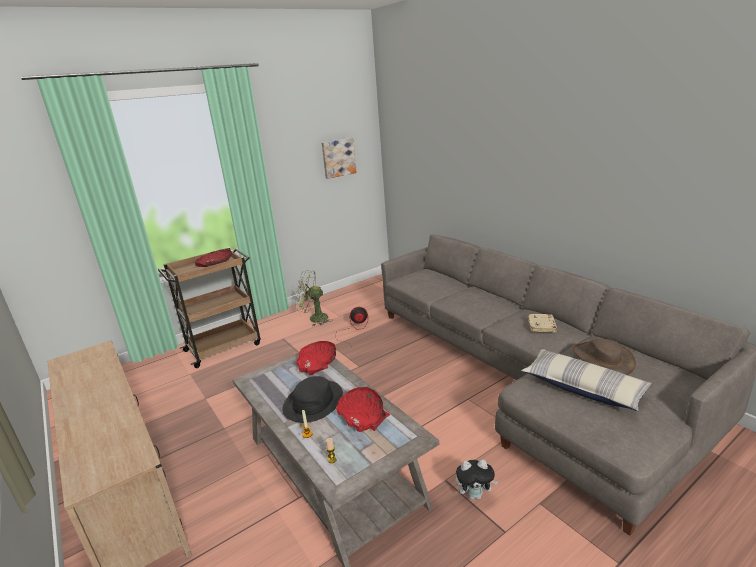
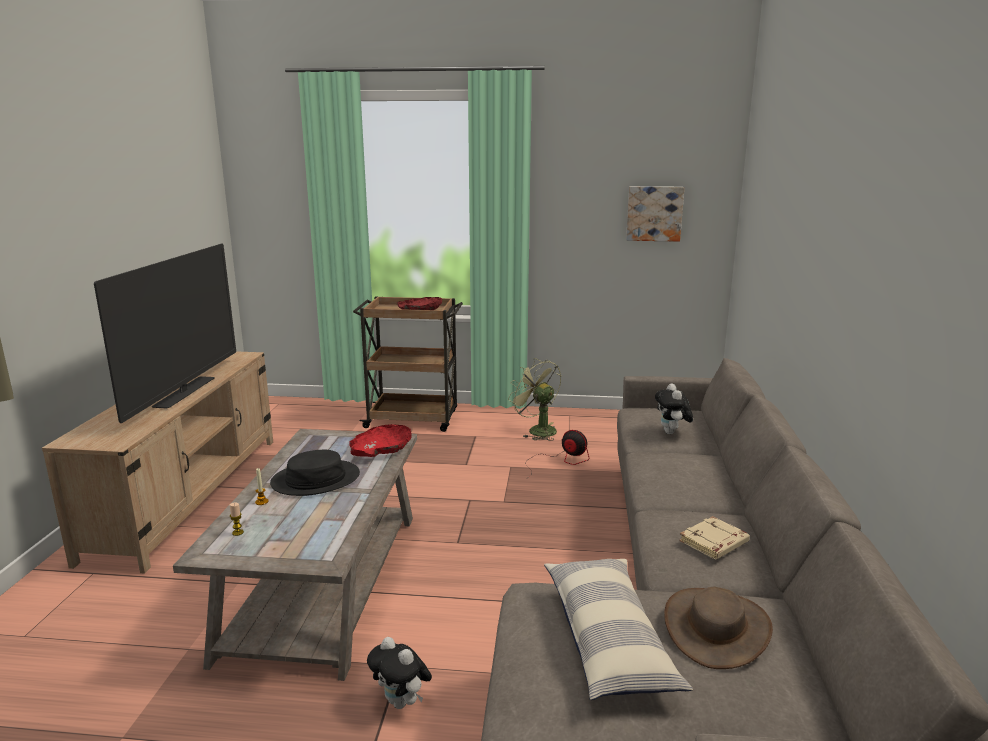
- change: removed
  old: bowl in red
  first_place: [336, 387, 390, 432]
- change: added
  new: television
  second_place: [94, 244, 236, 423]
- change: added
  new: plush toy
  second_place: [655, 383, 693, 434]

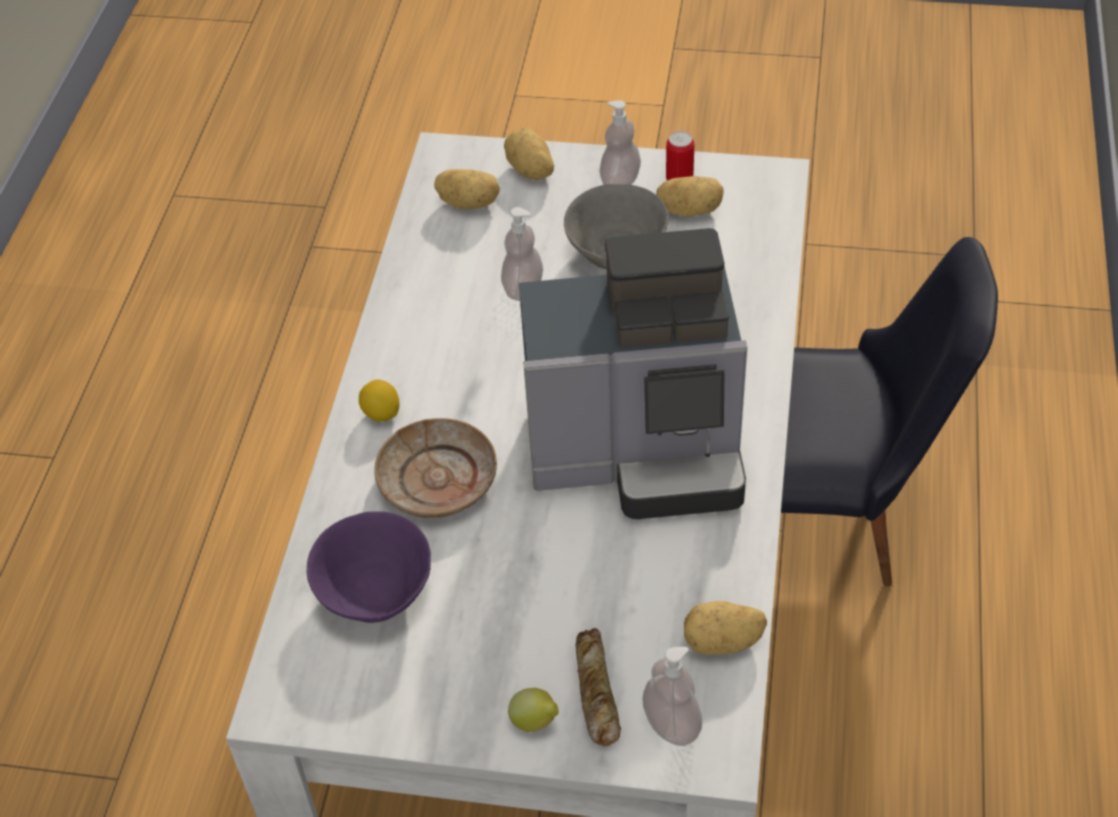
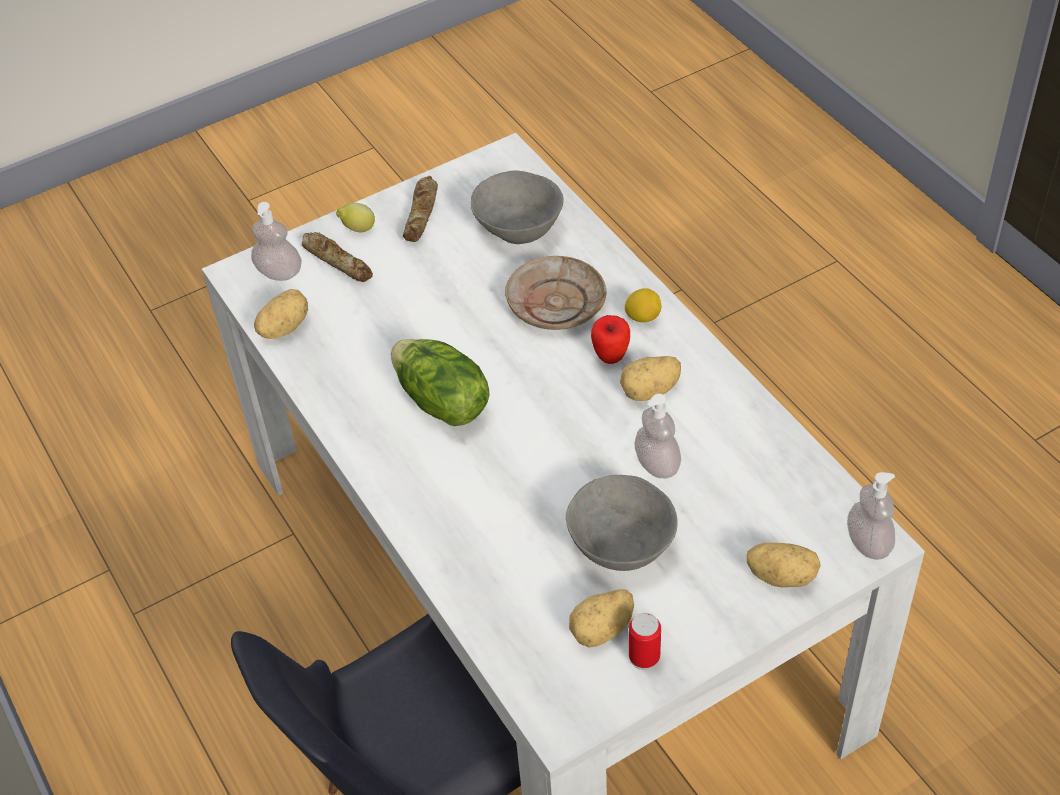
- change: added
  new: bread
  second_place: [403, 176, 438, 242]
- change: added
  new: apple
  second_place: [591, 315, 630, 364]
- change: moved
  old: potato
  first_place: [434, 169, 500, 209]
  second_place: [620, 356, 681, 401]
- change: moved
  old: soap dispenser
  first_place: [599, 100, 641, 185]
  second_place: [847, 472, 895, 560]
- change: replaced
  old: coffee machine
  new: lettuce
  first_place: [519, 228, 747, 519]
  second_place: [391, 339, 490, 426]
- change: recoloured
  old: bowl in purple
  new: bowl in grey
  first_place: [306, 511, 431, 623]
  second_place: [470, 170, 564, 244]

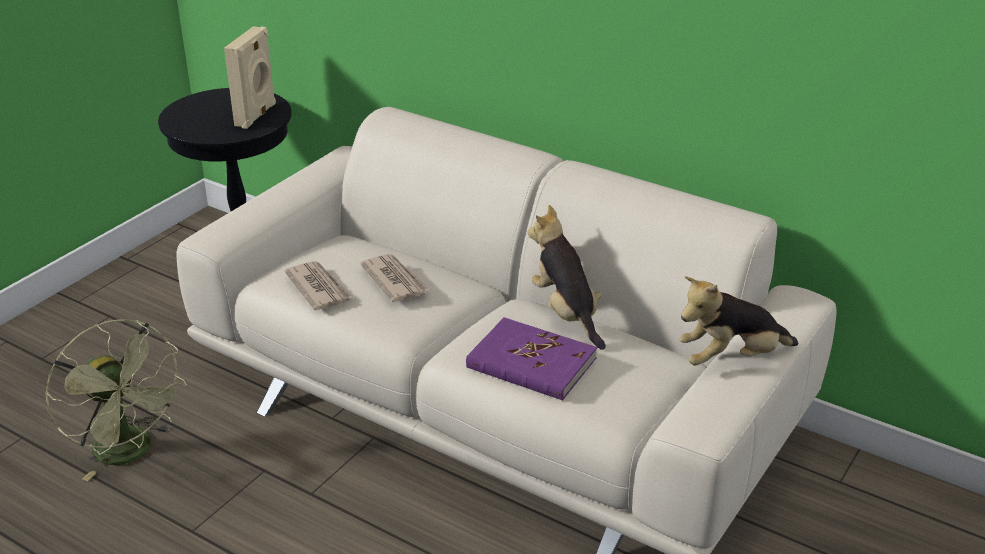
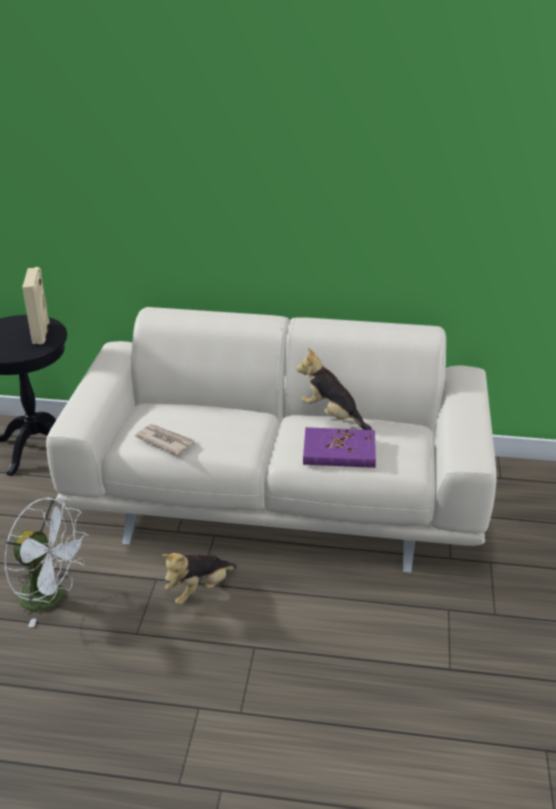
- change: removed
  old: newspaper
  first_place: [360, 254, 430, 302]
- change: moved
  old: plush toy
  first_place: [679, 276, 799, 366]
  second_place: [162, 553, 237, 605]
- change: recoloured
  old: fan in green
  new: fan in white
  first_place: [45, 319, 187, 481]
  second_place: [4, 497, 89, 627]

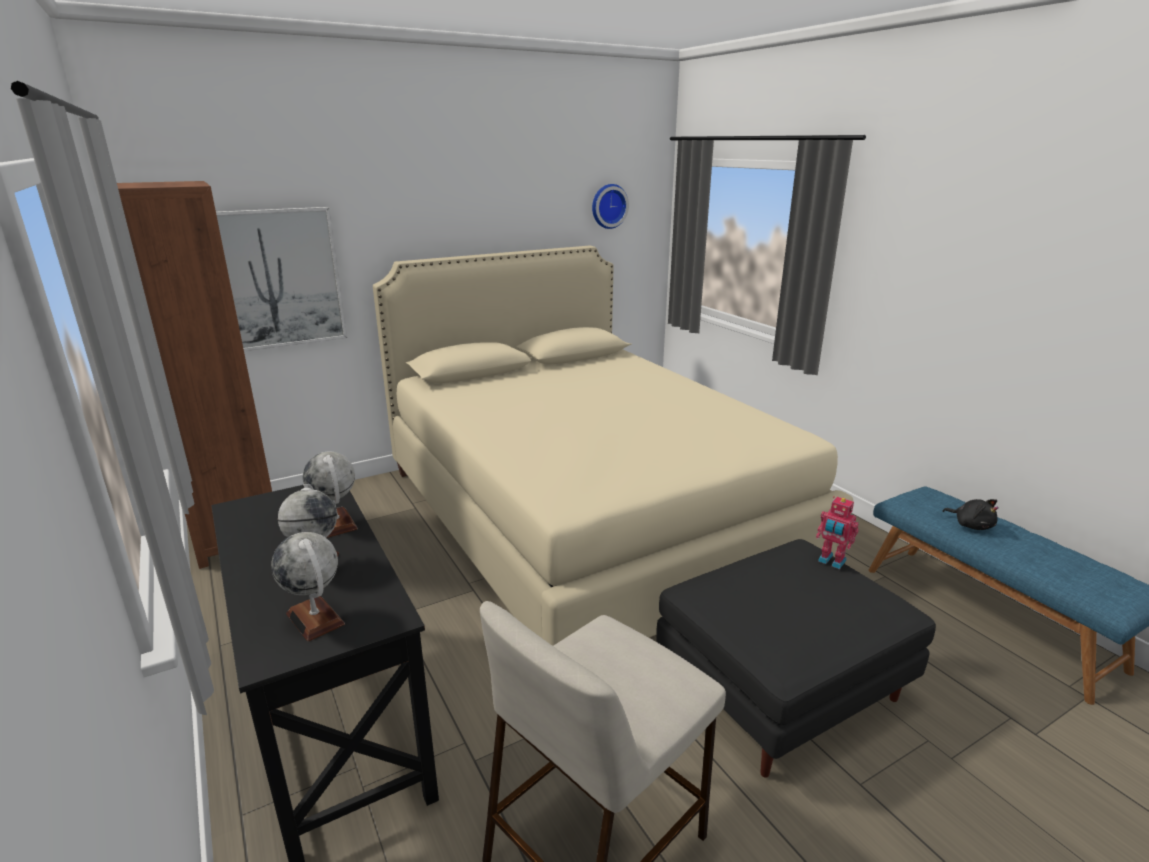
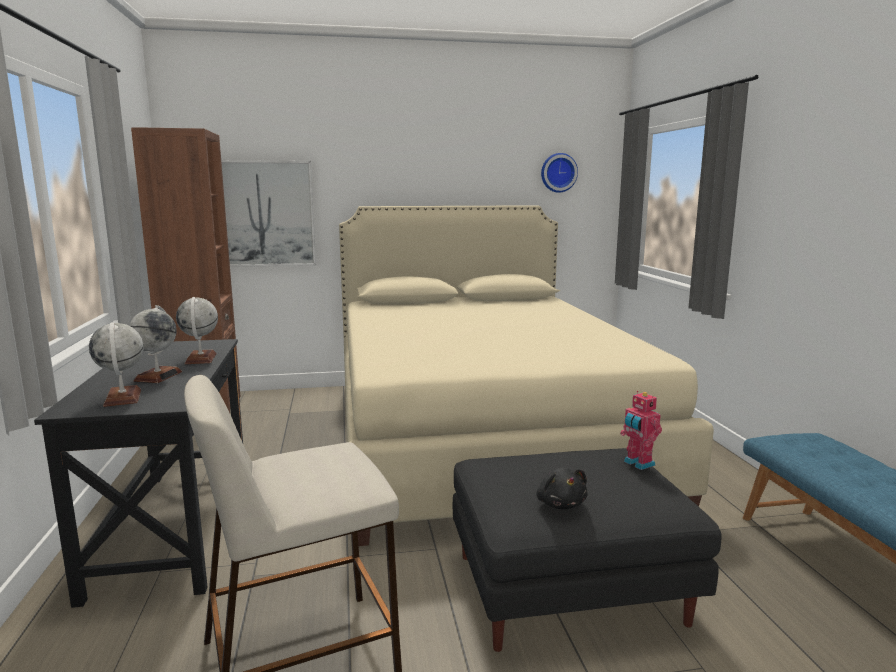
- change: moved
  old: plush toy in black
  first_place: [943, 499, 999, 530]
  second_place: [537, 467, 588, 510]

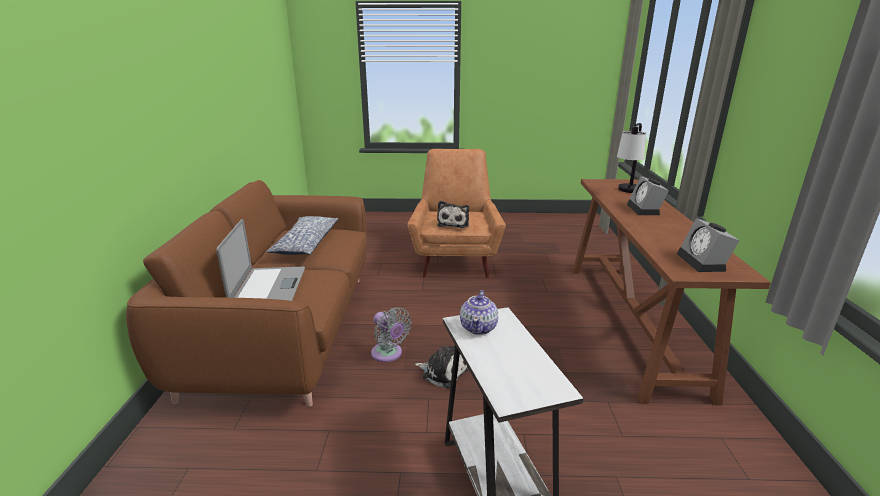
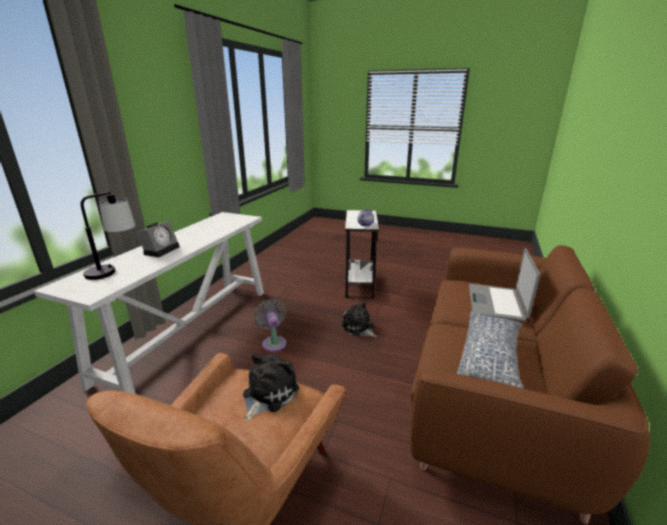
- change: removed
  old: alarm clock
  first_place: [677, 218, 740, 272]
- change: moved
  old: fan in grey
  first_place: [371, 307, 412, 362]
  second_place: [253, 300, 286, 352]
- change: recoloured
  old: console table in brown
  new: console table in white
  first_place: [573, 179, 771, 405]
  second_place: [34, 212, 264, 394]

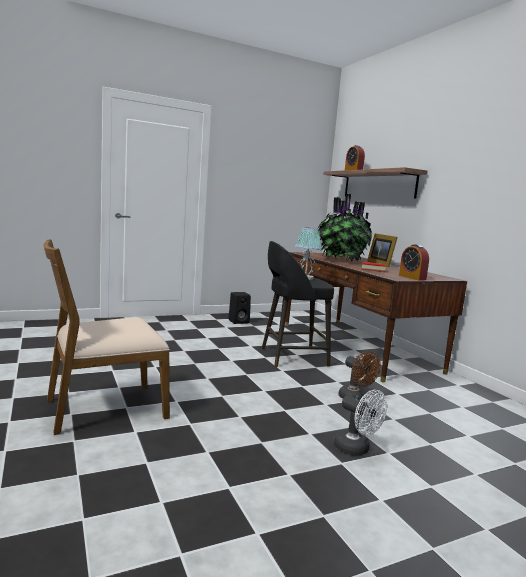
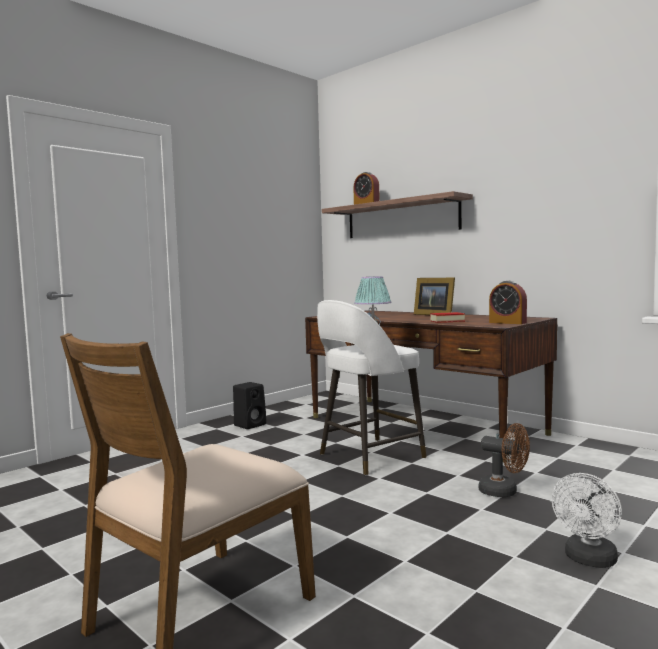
- change: removed
  old: potted plant
  first_place: [317, 194, 372, 262]
- change: recoloured
  old: stool in black
  new: stool in white
  first_place: [262, 241, 334, 367]
  second_place: [317, 300, 427, 476]
- change: turned
  old: fan in white
  first_place: [334, 390, 387, 456]
  second_place: [552, 473, 622, 568]
  degrees: 105

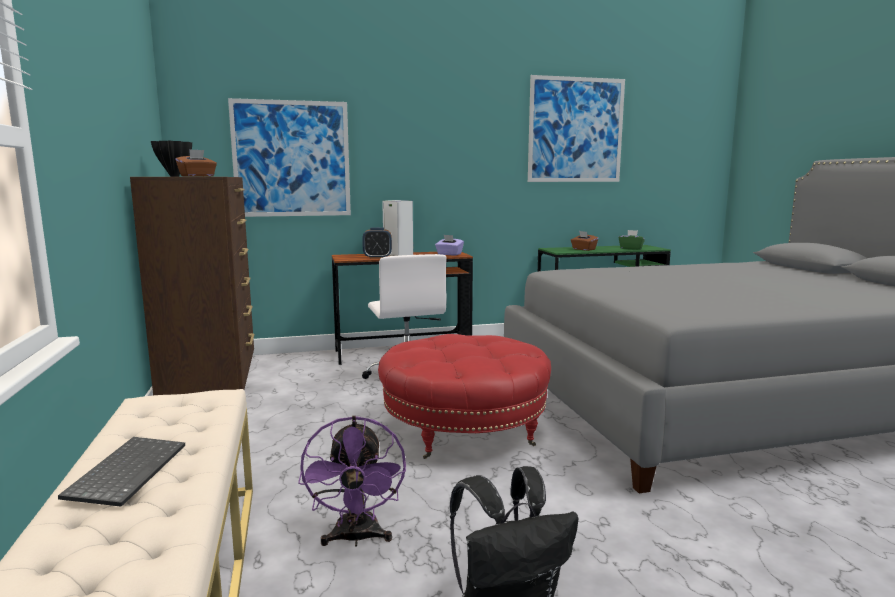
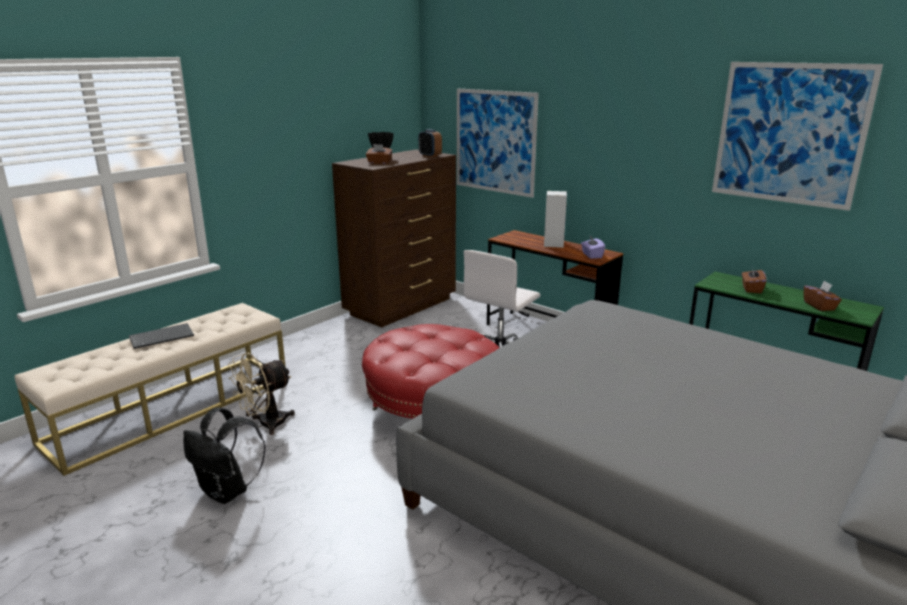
- change: moved
  old: alarm clock
  first_place: [362, 227, 392, 259]
  second_place: [418, 129, 442, 157]
- change: recoloured
  old: fan in purple
  new: fan in beige
  first_place: [298, 416, 406, 546]
  second_place: [228, 353, 295, 435]
- change: recoloured
  old: tissue box in green
  new: tissue box in brown
  first_place: [619, 230, 645, 250]
  second_place: [804, 281, 842, 311]

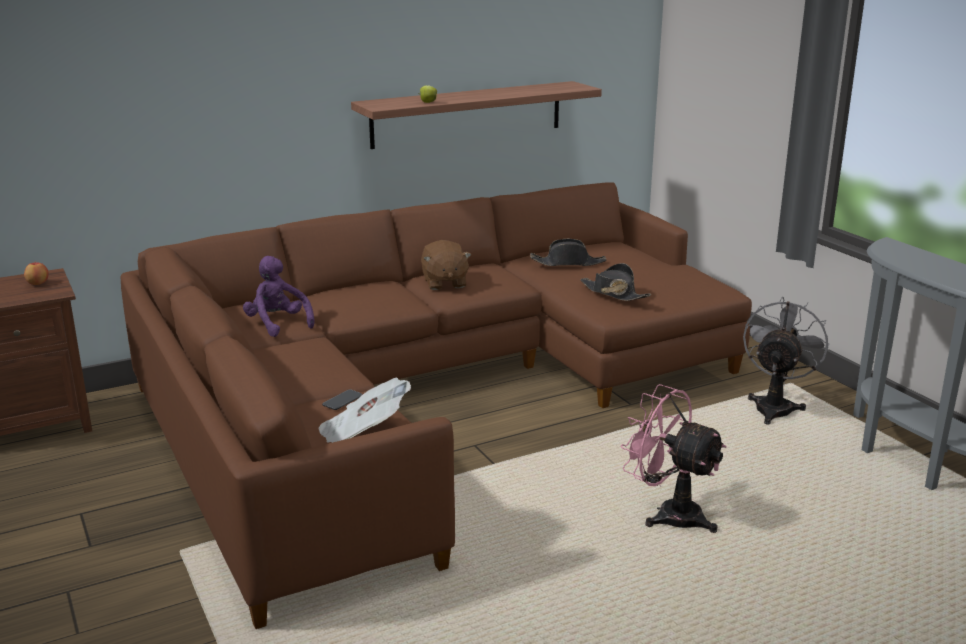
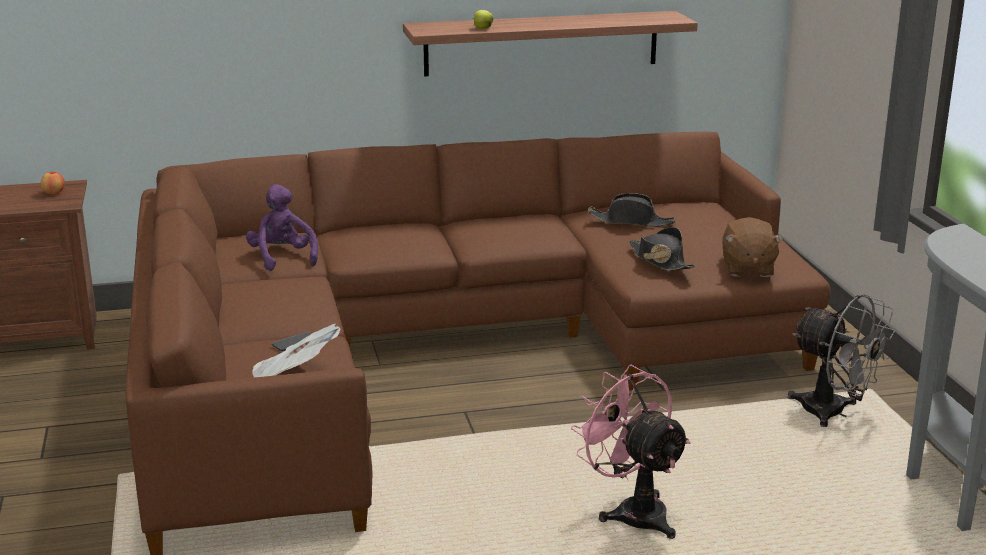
- change: moved
  old: plush toy in brown
  first_place: [421, 240, 471, 290]
  second_place: [722, 217, 784, 277]
- change: turned
  old: fan in grey
  first_place: [743, 297, 830, 425]
  second_place: [788, 294, 895, 427]
  degrees: 90

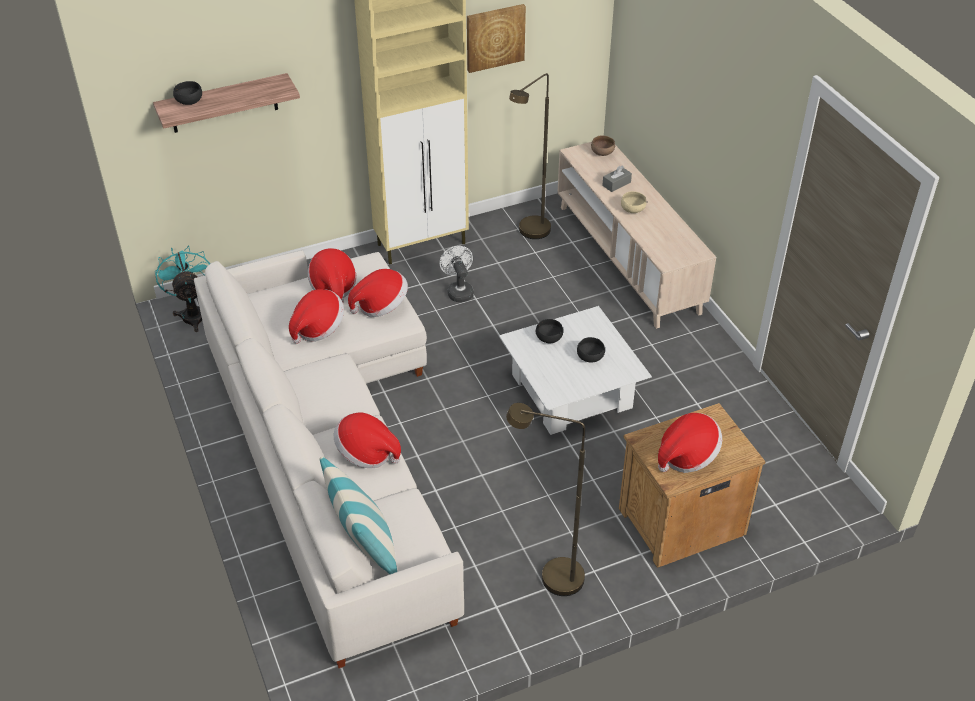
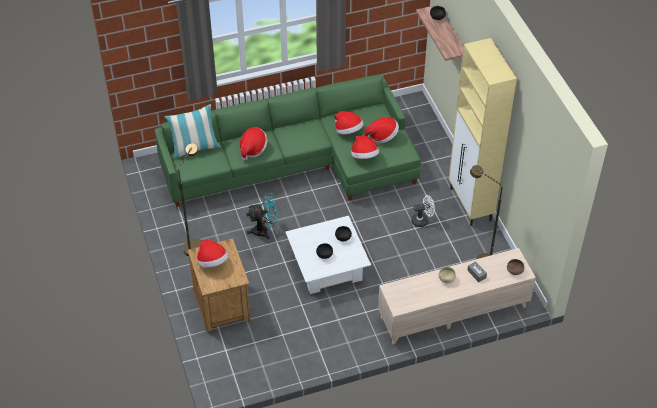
- change: removed
  old: picture
  first_place: [467, 4, 526, 73]
- change: moved
  old: fan in turquoise
  first_place: [155, 245, 211, 332]
  second_place: [246, 193, 278, 239]
- change: recoloured
  old: sofa in white
  new: sofa in green
  first_place: [194, 250, 464, 668]
  second_place: [155, 75, 421, 207]

